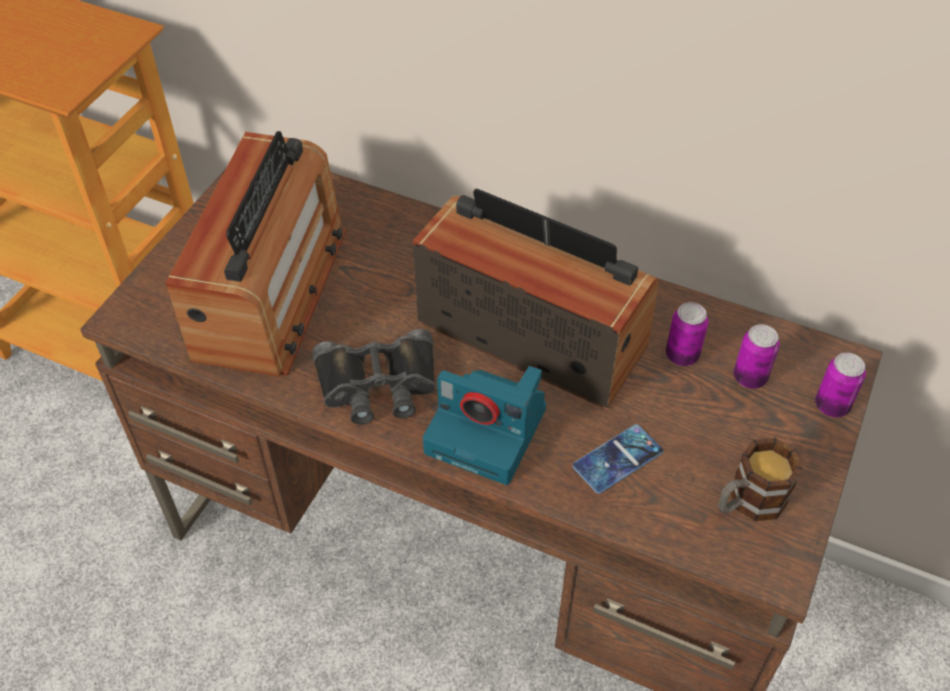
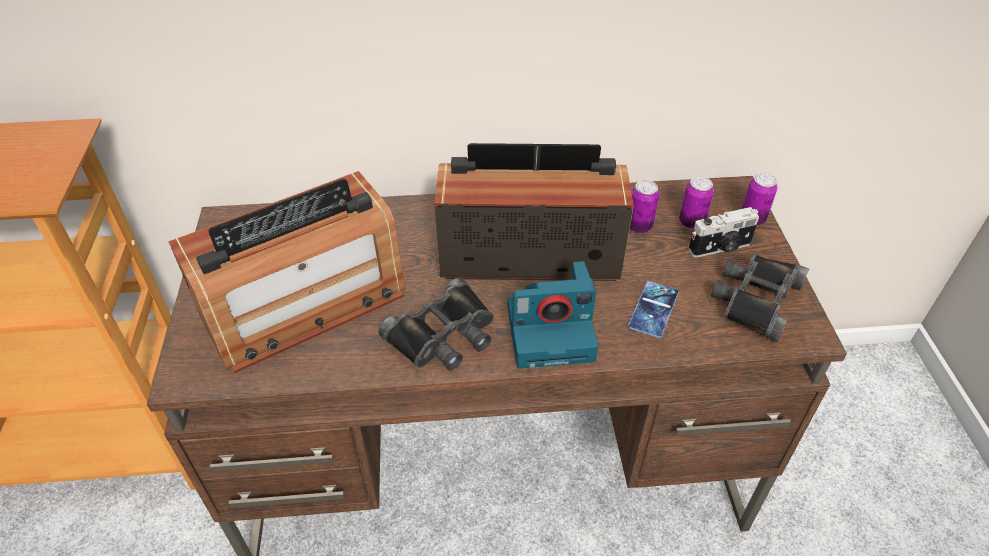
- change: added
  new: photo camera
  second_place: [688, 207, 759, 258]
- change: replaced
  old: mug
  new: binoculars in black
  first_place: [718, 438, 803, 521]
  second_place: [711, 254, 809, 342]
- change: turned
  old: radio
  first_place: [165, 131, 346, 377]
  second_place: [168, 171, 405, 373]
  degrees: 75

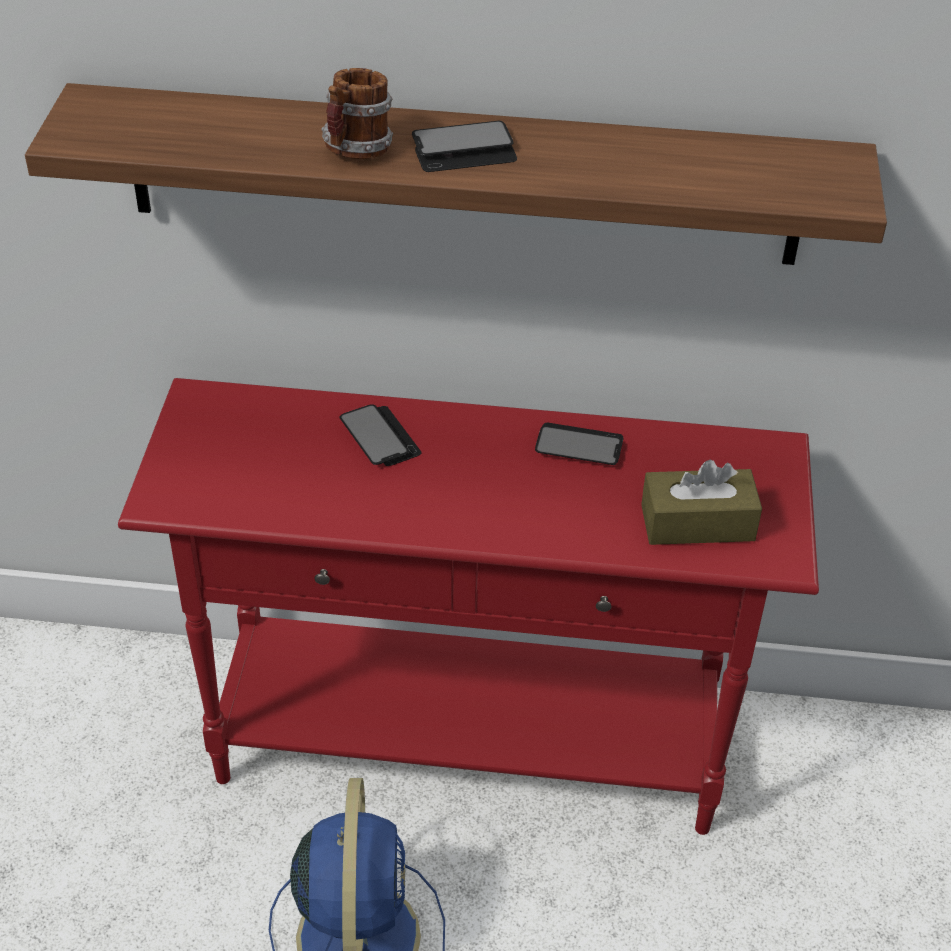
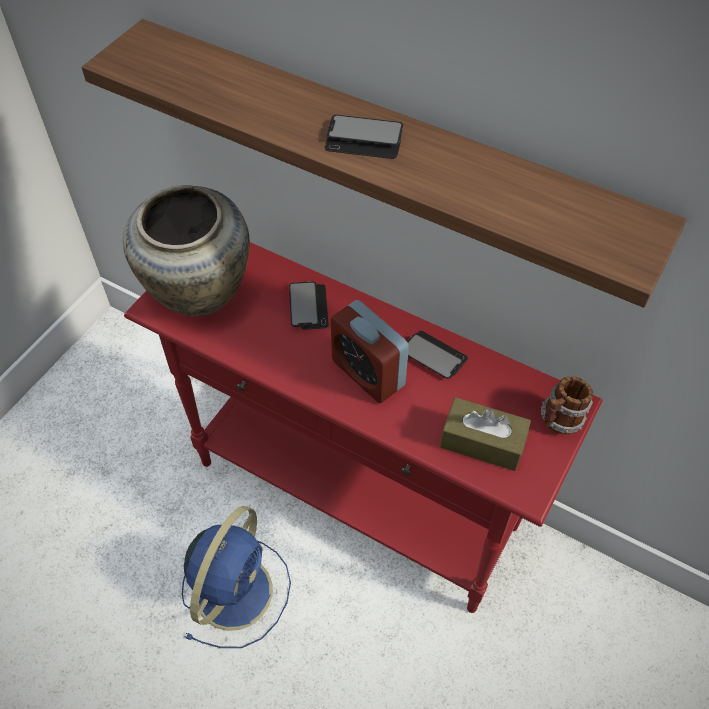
- change: added
  new: vase in beige
  second_place: [123, 185, 250, 316]
- change: added
  new: alarm clock
  second_place: [330, 300, 409, 403]
- change: moved
  old: mug
  first_place: [322, 68, 393, 159]
  second_place: [541, 376, 593, 435]

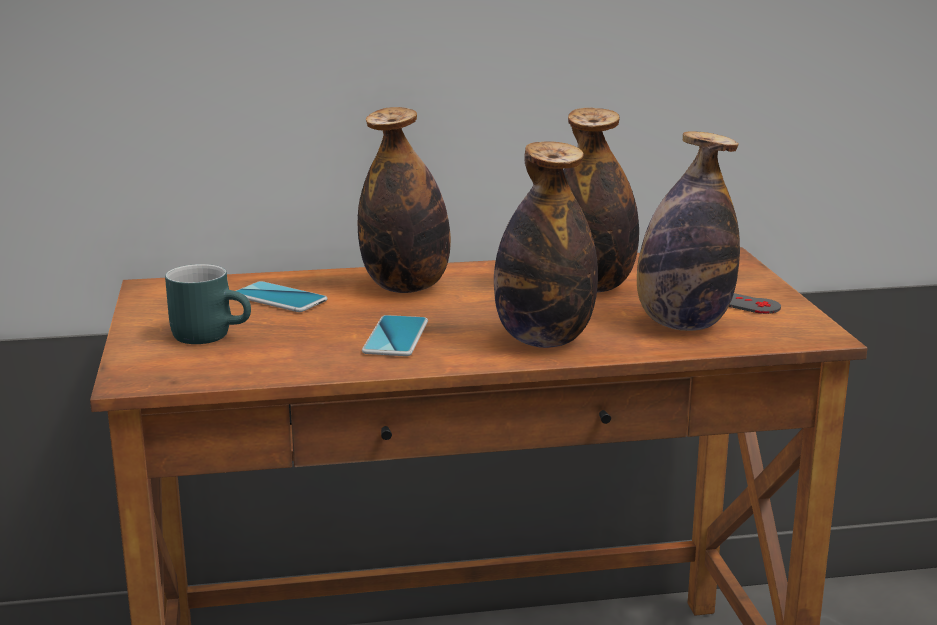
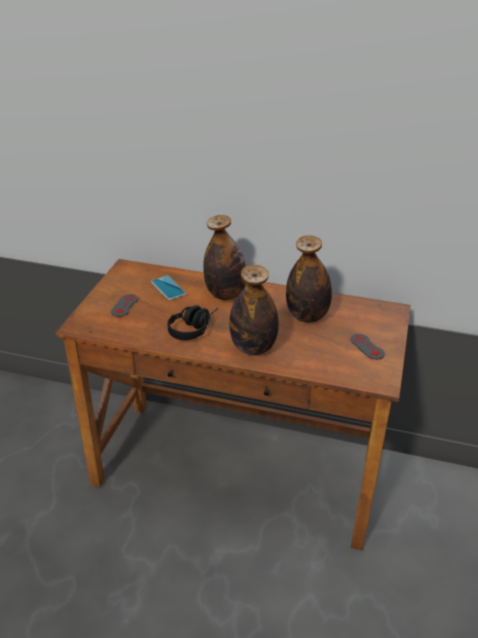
- change: removed
  old: bottle
  first_place: [637, 131, 740, 331]
- change: replaced
  old: mug in turquoise
  new: game controller in grey
  first_place: [165, 264, 251, 344]
  second_place: [111, 294, 138, 317]
- change: replaced
  old: phone
  new: headphones in black
  first_place: [362, 315, 428, 356]
  second_place: [168, 305, 218, 340]

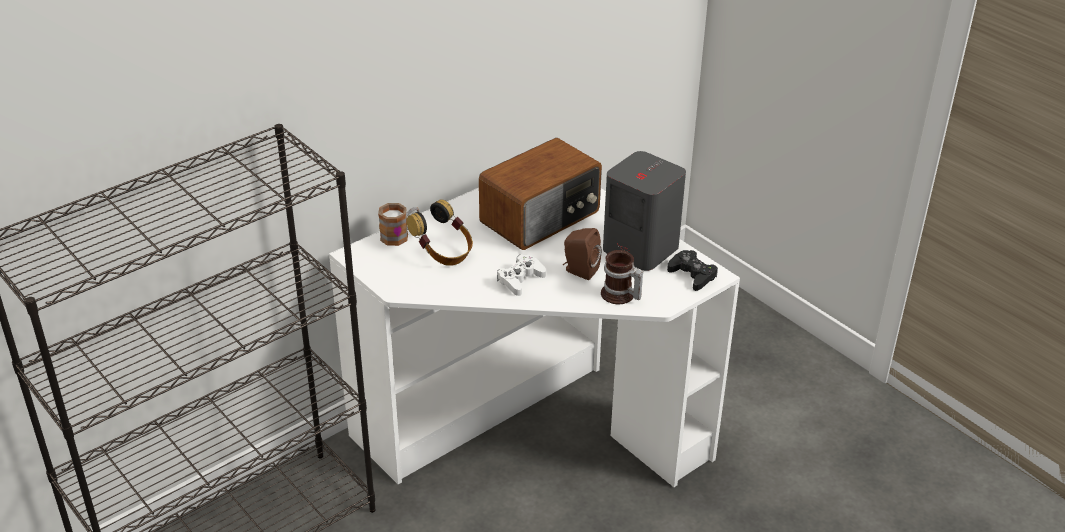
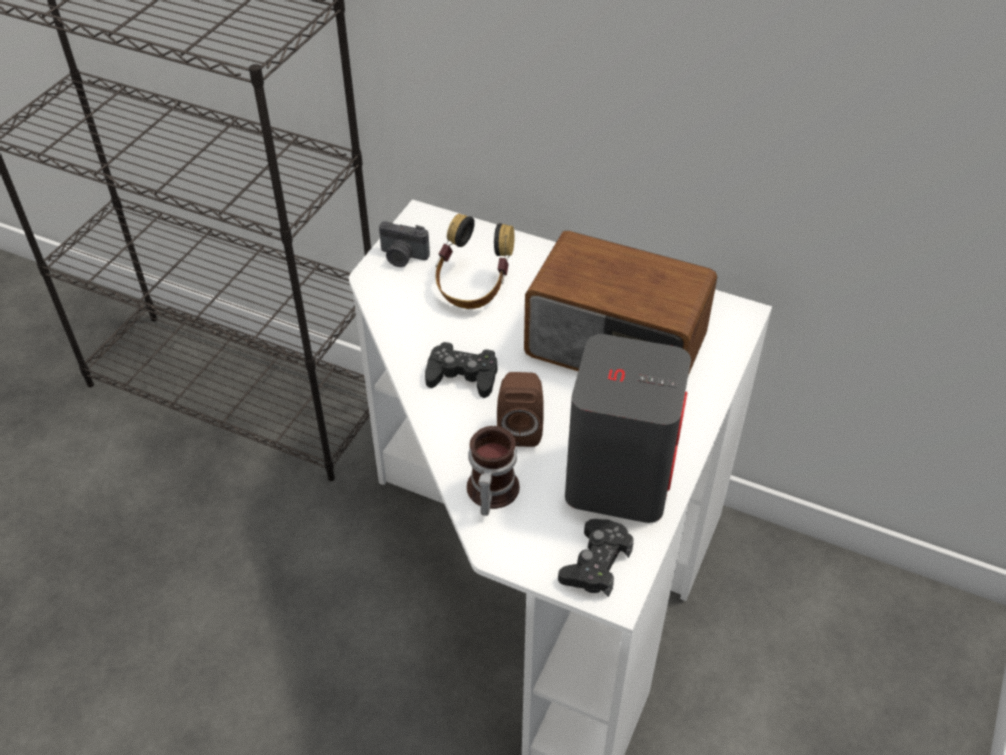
- change: removed
  old: mug
  first_place: [378, 203, 420, 246]
- change: added
  new: photo camera
  second_place: [379, 221, 430, 267]
- change: recoloured
  old: game controller in white
  new: game controller in black
  first_place: [497, 254, 546, 296]
  second_place: [425, 342, 498, 398]

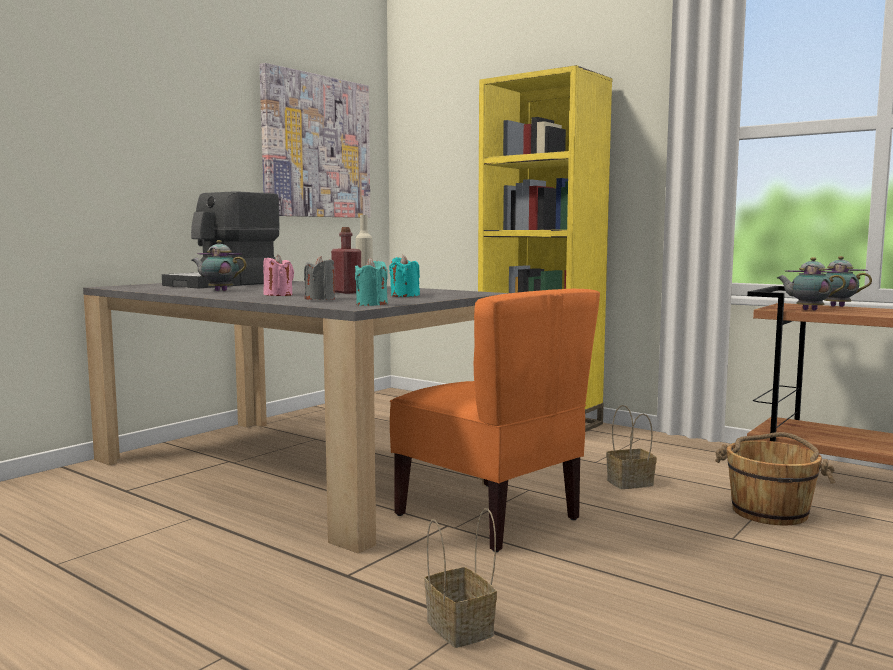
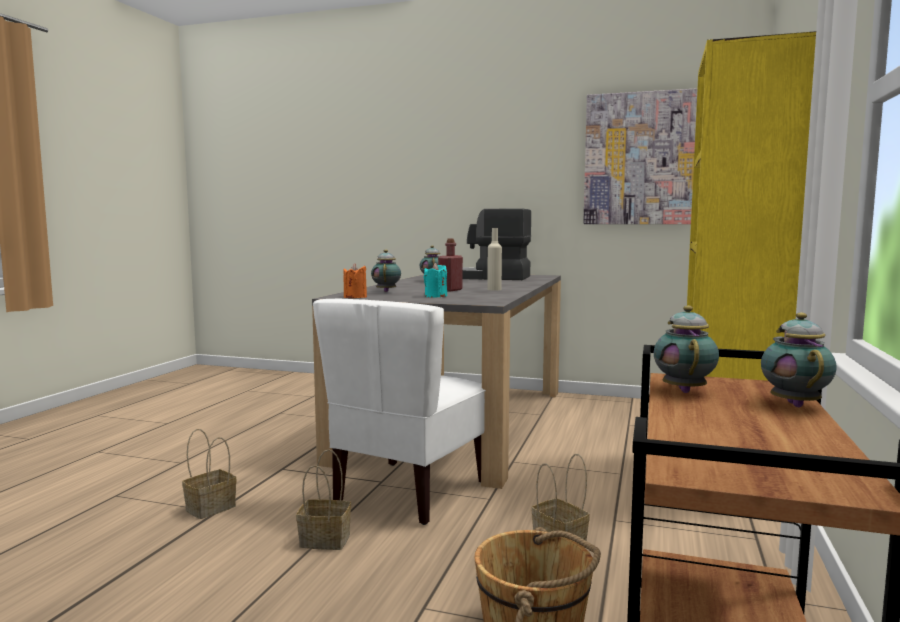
- change: removed
  old: candle in pink
  first_place: [263, 255, 294, 296]
- change: added
  new: basket
  second_place: [296, 449, 351, 550]
- change: replaced
  old: candle in grey
  new: teapot
  first_place: [304, 256, 335, 300]
  second_place: [371, 250, 401, 292]
- change: recoloured
  old: candle in turquoise
  new: candle in orange
  first_place: [355, 258, 388, 306]
  second_place: [343, 263, 367, 298]
- change: recoloured
  old: chair in orange
  new: chair in white
  first_place: [390, 289, 600, 552]
  second_place: [313, 299, 486, 525]

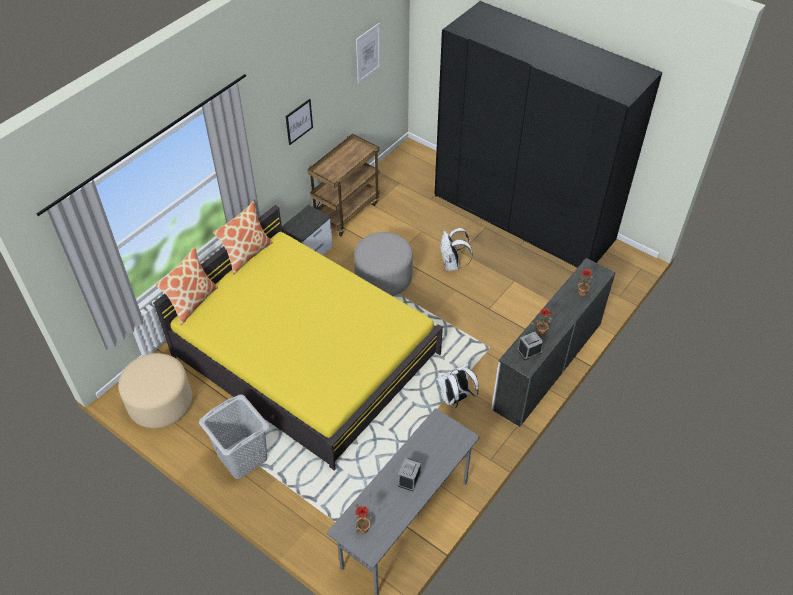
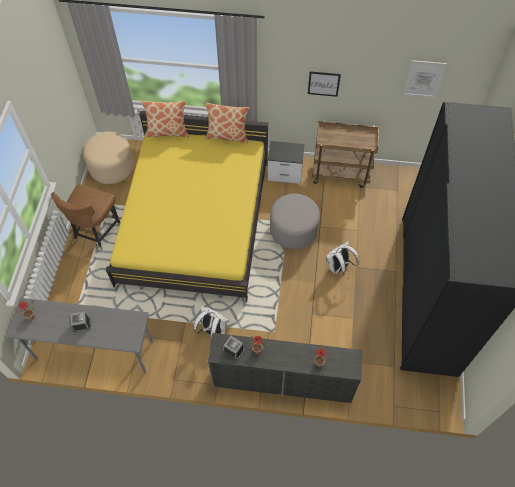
- change: replaced
  old: laundry basket in grey
  new: chair in brown
  first_place: [199, 394, 269, 479]
  second_place: [51, 184, 120, 250]

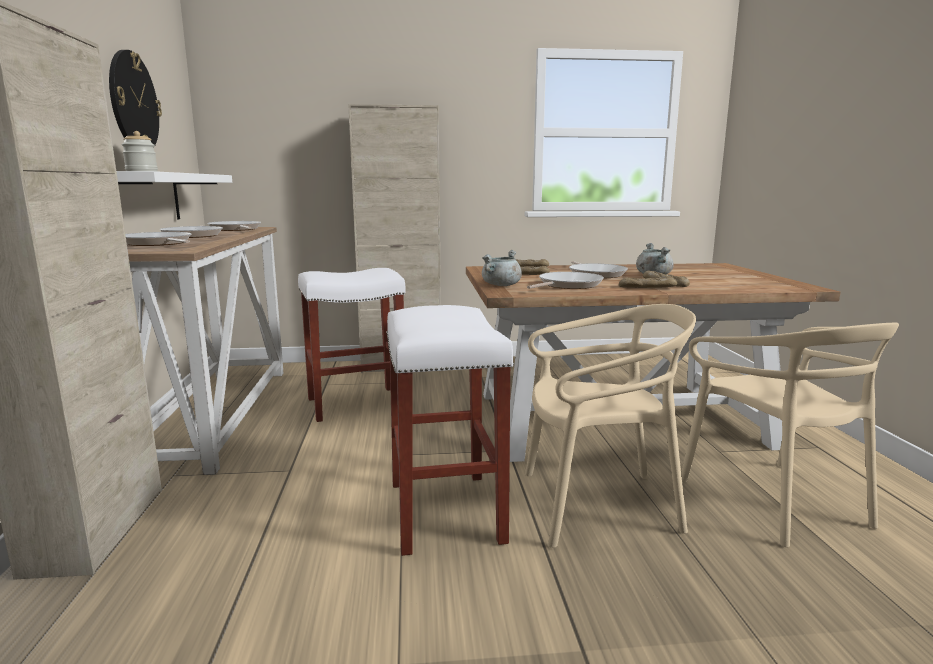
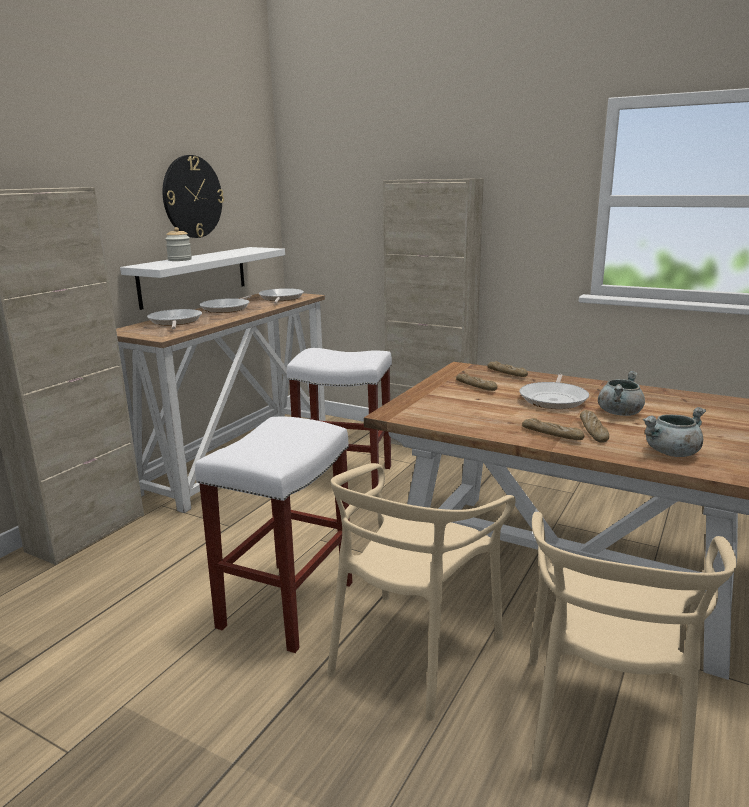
- change: removed
  old: frying pan
  first_place: [527, 272, 604, 289]
- change: moved
  old: cooking pot in grey
  first_place: [482, 250, 522, 286]
  second_place: [643, 407, 706, 457]
- change: turned
  old: chair in beige
  first_place: [525, 304, 696, 548]
  second_place: [327, 463, 516, 721]
  degrees: 90

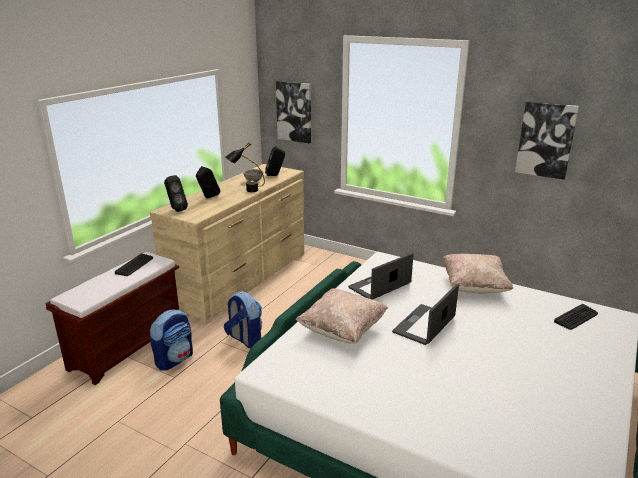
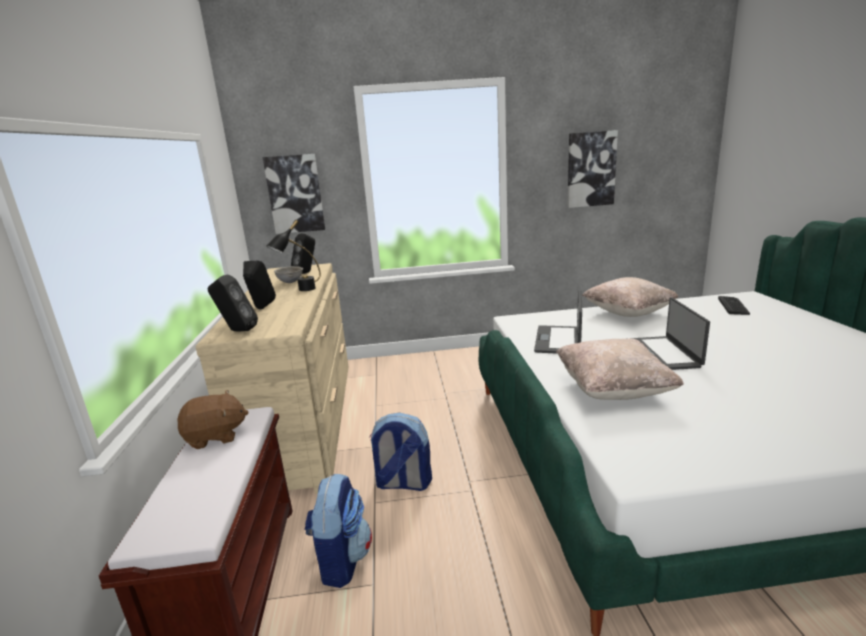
- change: replaced
  old: keyboard
  new: plush toy in brown
  first_place: [115, 254, 153, 276]
  second_place: [178, 390, 249, 449]

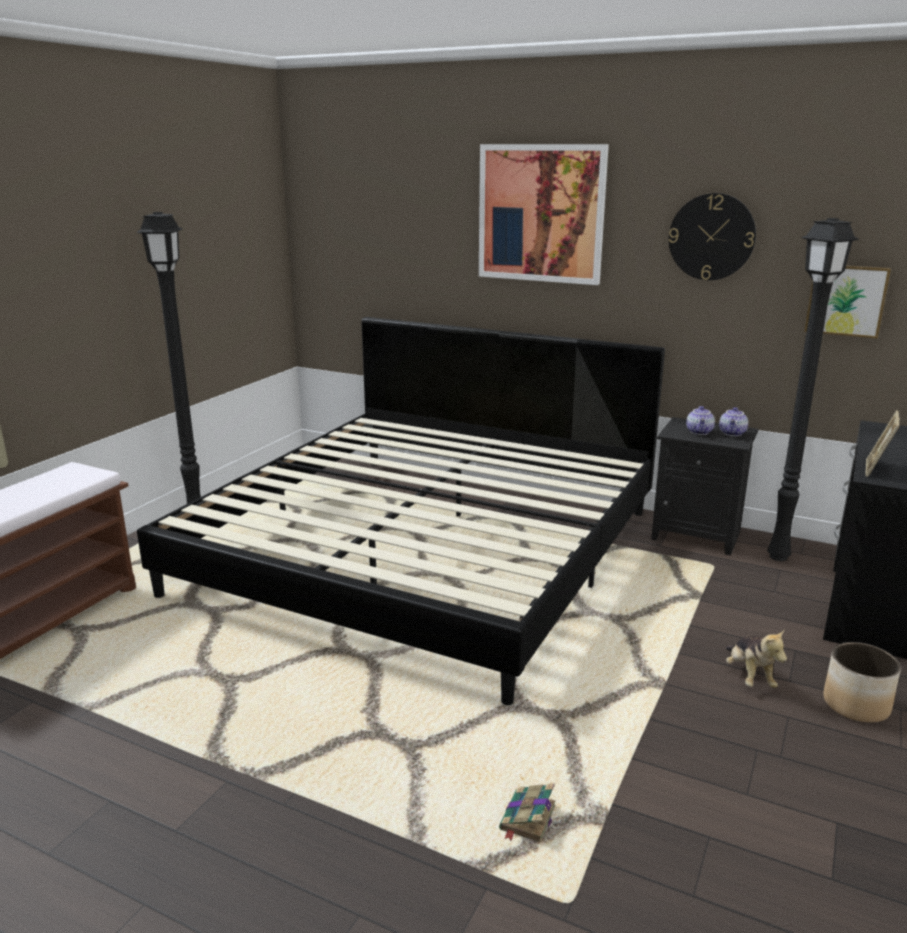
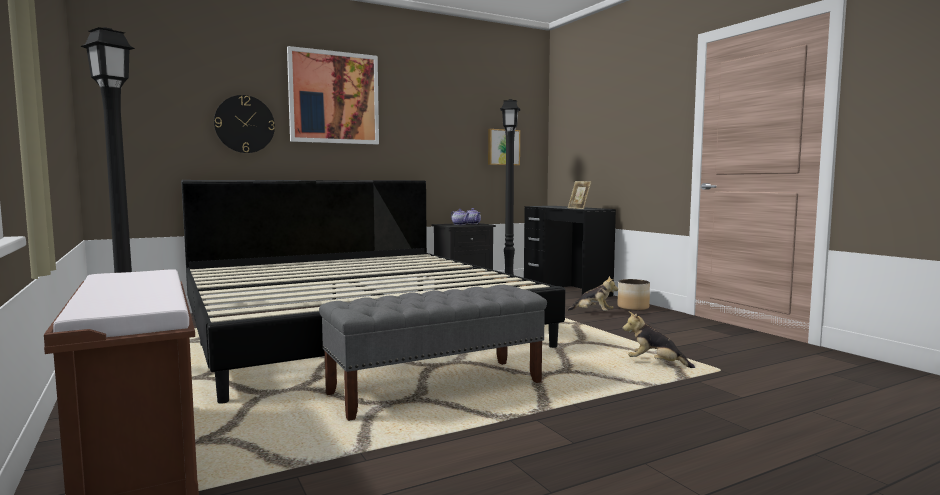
- change: added
  new: bench in grey
  second_place: [319, 285, 547, 421]
- change: moved
  old: wall clock
  first_place: [669, 193, 756, 280]
  second_place: [214, 95, 275, 153]
- change: replaced
  old: book
  new: plush toy
  first_place: [499, 783, 556, 842]
  second_place: [623, 311, 695, 368]

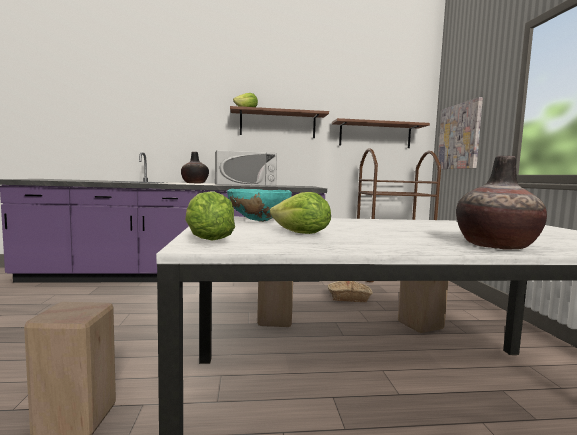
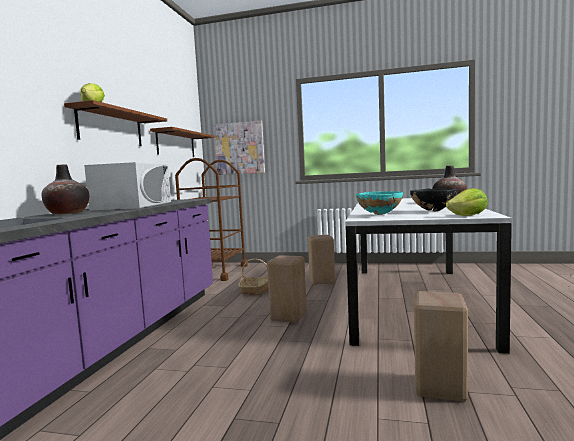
- change: replaced
  old: lettuce
  new: bowl in black
  first_place: [270, 192, 331, 234]
  second_place: [410, 188, 458, 211]

